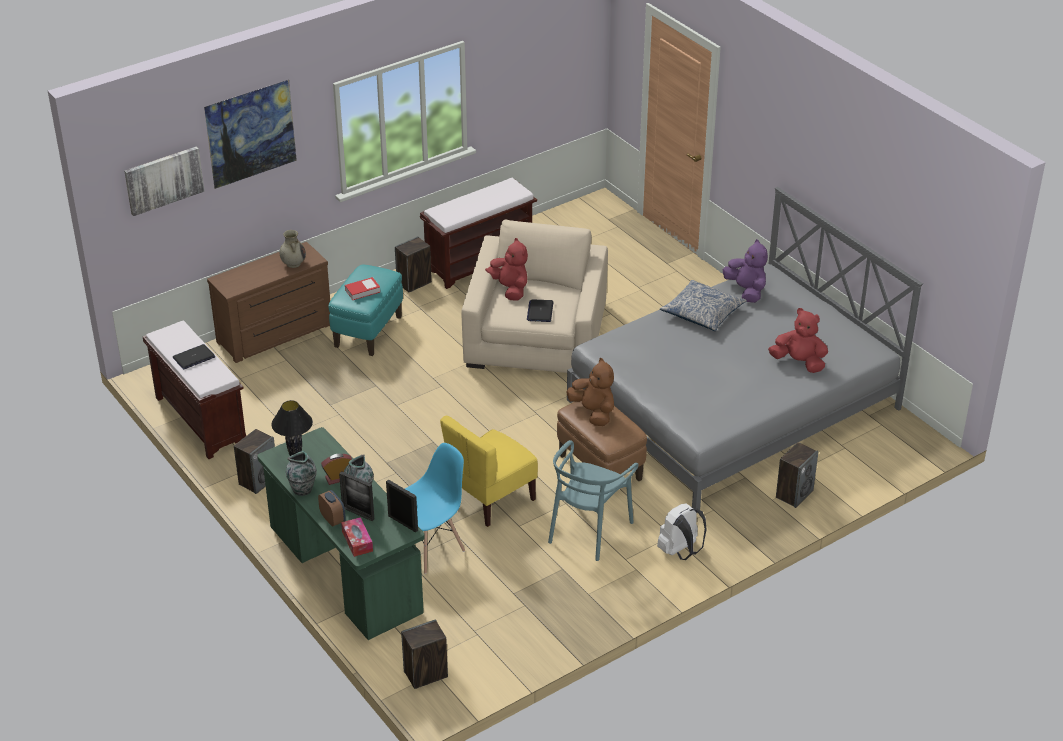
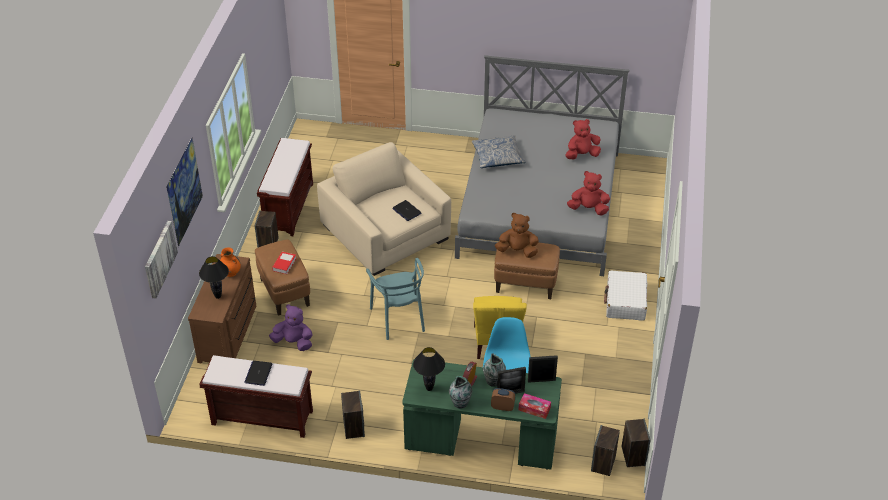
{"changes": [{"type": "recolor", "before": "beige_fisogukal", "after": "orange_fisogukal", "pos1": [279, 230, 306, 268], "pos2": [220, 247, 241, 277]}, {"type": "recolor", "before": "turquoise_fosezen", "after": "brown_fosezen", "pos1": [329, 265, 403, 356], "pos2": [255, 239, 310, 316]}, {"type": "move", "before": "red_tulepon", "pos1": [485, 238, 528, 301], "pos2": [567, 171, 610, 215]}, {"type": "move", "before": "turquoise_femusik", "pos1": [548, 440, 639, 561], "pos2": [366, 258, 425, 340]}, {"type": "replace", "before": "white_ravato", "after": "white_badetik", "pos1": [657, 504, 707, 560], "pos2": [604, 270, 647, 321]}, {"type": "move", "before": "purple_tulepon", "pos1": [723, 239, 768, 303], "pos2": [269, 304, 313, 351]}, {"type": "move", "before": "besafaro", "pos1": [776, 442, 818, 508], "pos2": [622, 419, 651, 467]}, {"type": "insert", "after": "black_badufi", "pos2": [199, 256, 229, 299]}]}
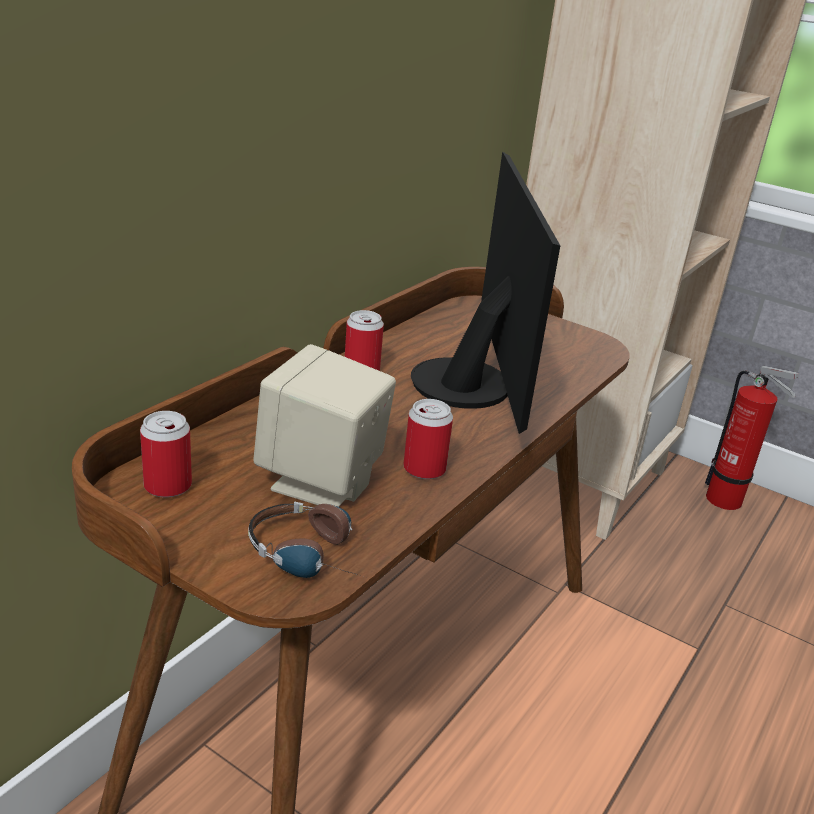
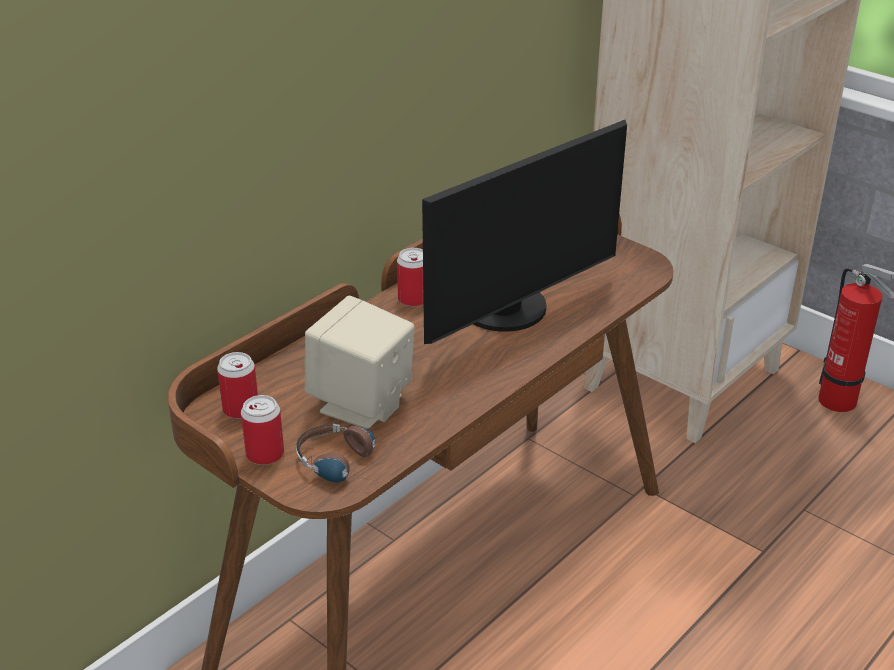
{"changes": [{"type": "move", "before": "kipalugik", "pos1": [403, 399, 453, 479], "pos2": [241, 395, 284, 465]}, {"type": "rotate", "before": "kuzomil", "pos1": [411, 152, 560, 434], "pos2": [422, 120, 627, 344], "turn": 45}]}
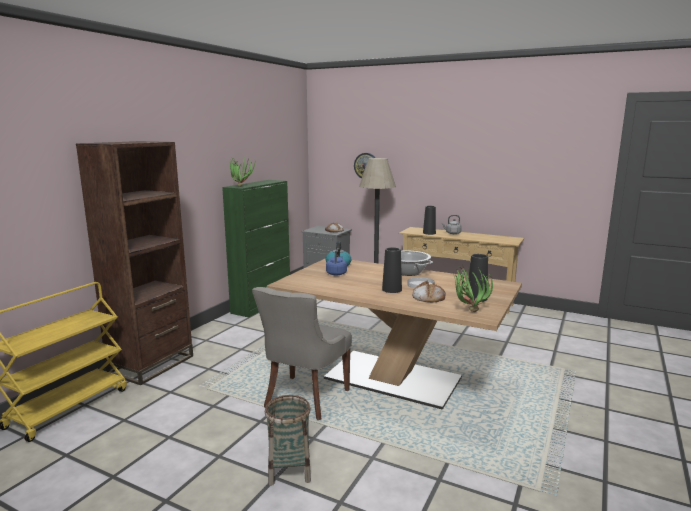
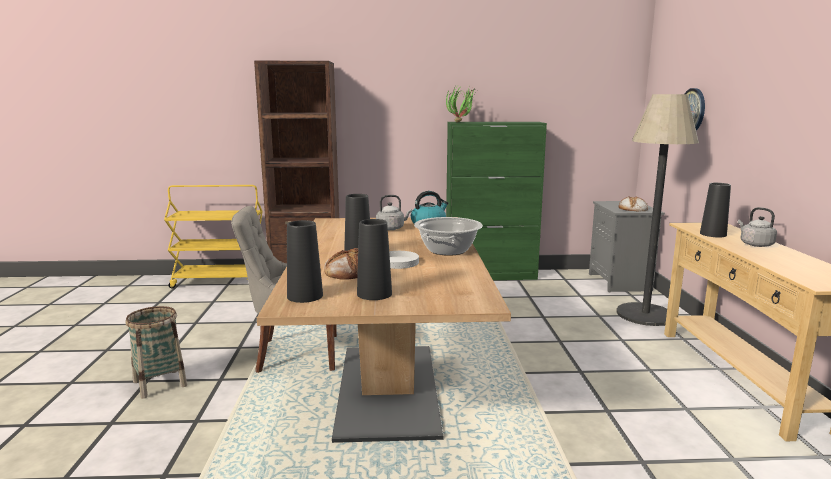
{"changes": [{"type": "recolor", "before": "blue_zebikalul", "after": "grey_zebikalul", "pos1": [326, 248, 347, 275], "pos2": [376, 195, 412, 230]}, {"type": "replace", "before": "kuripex", "after": "black_fisogukal", "pos1": [453, 264, 493, 312], "pos2": [287, 220, 323, 303]}]}
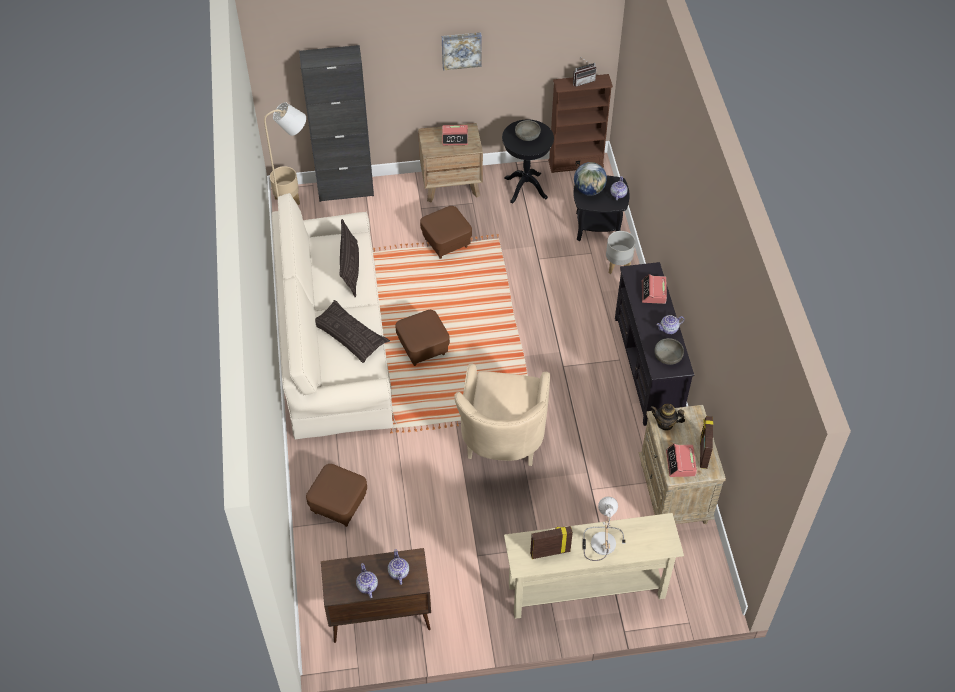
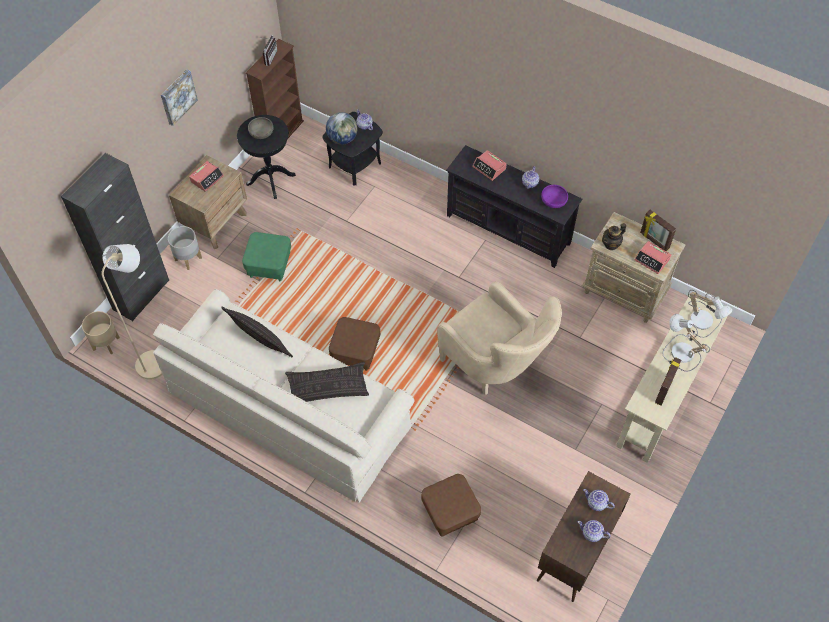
{"changes": [{"type": "recolor", "before": "brown_fosezen", "after": "green_fosezen", "pos1": [420, 206, 472, 259], "pos2": [242, 232, 291, 281]}, {"type": "move", "before": "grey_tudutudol", "pos1": [606, 231, 635, 274], "pos2": [168, 226, 202, 270]}, {"type": "recolor", "before": "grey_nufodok", "after": "purple_nufodok", "pos1": [654, 338, 684, 365], "pos2": [541, 185, 568, 208]}, {"type": "insert", "after": "badufi", "pos2": [688, 290, 732, 338]}]}
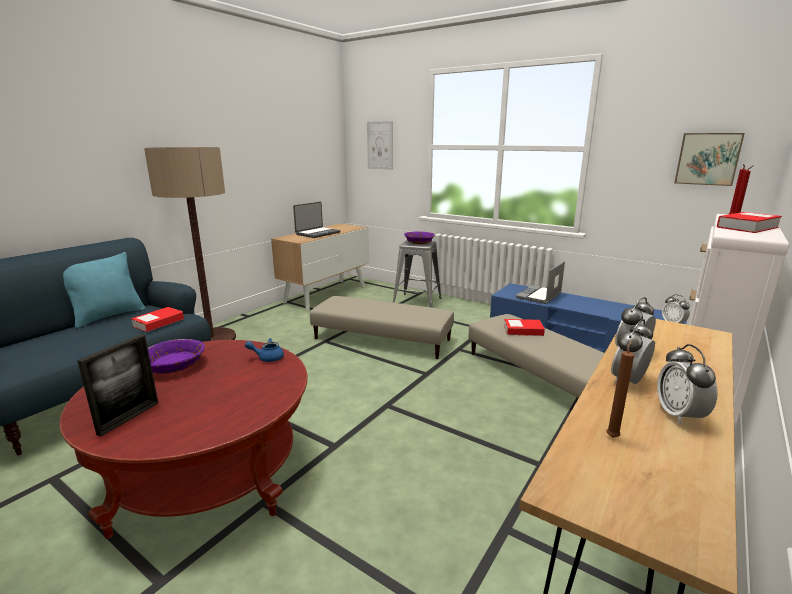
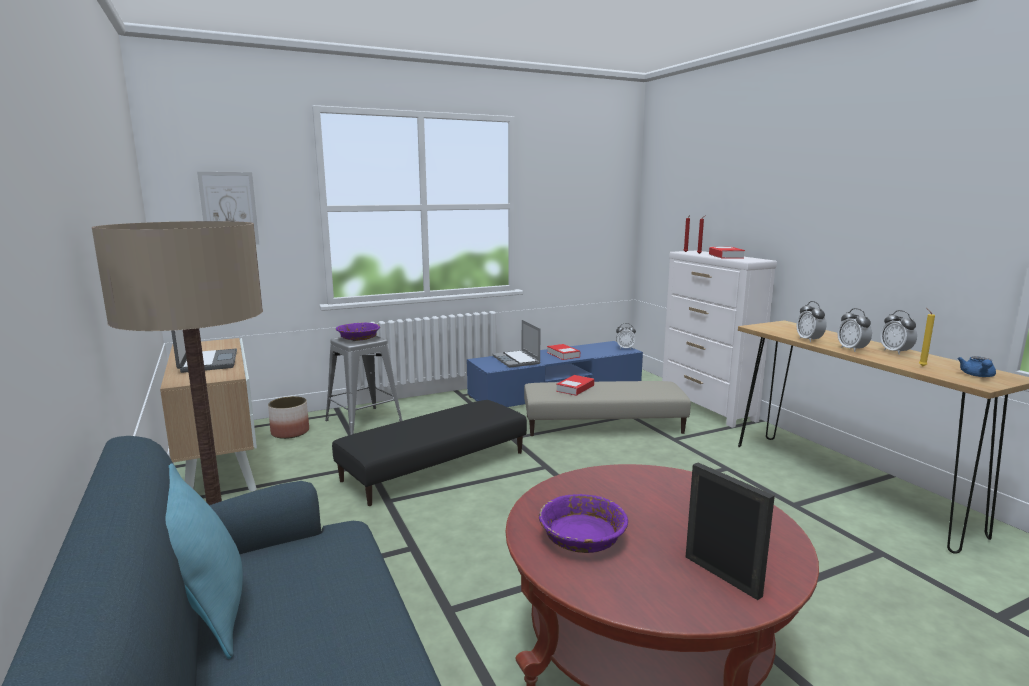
{"changes": [{"type": "move", "before": "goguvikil", "pos1": [131, 307, 184, 332], "pos2": [547, 344, 580, 360]}, {"type": "move", "before": "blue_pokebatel", "pos1": [245, 338, 284, 362], "pos2": [958, 356, 996, 377]}, {"type": "recolor", "before": "beige_fosezen", "after": "black_fosezen", "pos1": [310, 296, 454, 359], "pos2": [332, 400, 527, 506]}, {"type": "recolor", "before": "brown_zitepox", "after": "yellow_zitepox", "pos1": [607, 340, 634, 438], "pos2": [919, 308, 935, 367]}, {"type": "rotate", "before": "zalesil", "pos1": [657, 344, 718, 425], "pos2": [880, 310, 917, 355], "turn": 45}, {"type": "delete", "before": "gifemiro", "pos1": [674, 133, 745, 186]}, {"type": "insert", "after": "tudutudol", "pos2": [268, 396, 309, 439]}]}
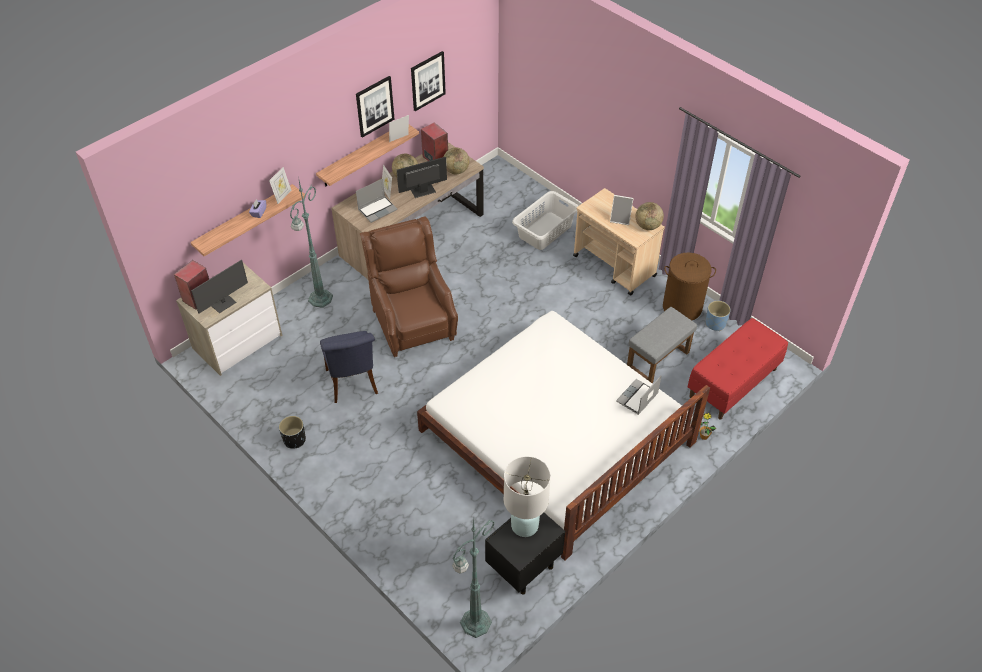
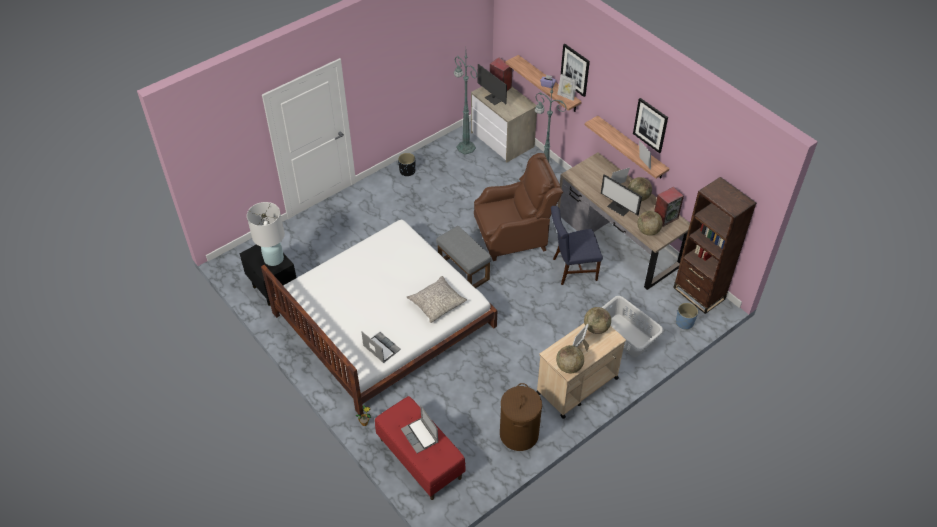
{"changes": [{"type": "move", "before": "blue_femusik", "pos1": [320, 331, 378, 403], "pos2": [551, 206, 603, 285]}, {"type": "move", "before": "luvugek", "pos1": [356, 179, 398, 223], "pos2": [401, 405, 438, 453]}, {"type": "rotate", "before": "kuzomil", "pos1": [397, 157, 447, 198], "pos2": [601, 174, 642, 216], "turn": 150}, {"type": "move", "before": "gifemiro", "pos1": [411, 51, 446, 111], "pos2": [560, 44, 590, 97]}, {"type": "move", "before": "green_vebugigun", "pos1": [452, 518, 495, 638], "pos2": [454, 52, 477, 155]}, {"type": "move", "before": "grey_fosezen", "pos1": [627, 307, 697, 384], "pos2": [436, 226, 492, 288]}, {"type": "move", "before": "blue_tudutudol", "pos1": [706, 301, 731, 331], "pos2": [676, 303, 698, 330]}, {"type": "insert", "after": "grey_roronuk", "pos2": [406, 276, 467, 323]}, {"type": "insert", "after": "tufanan", "pos2": [584, 307, 611, 334]}, {"type": "insert", "after": "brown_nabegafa", "pos2": [673, 177, 756, 314]}]}
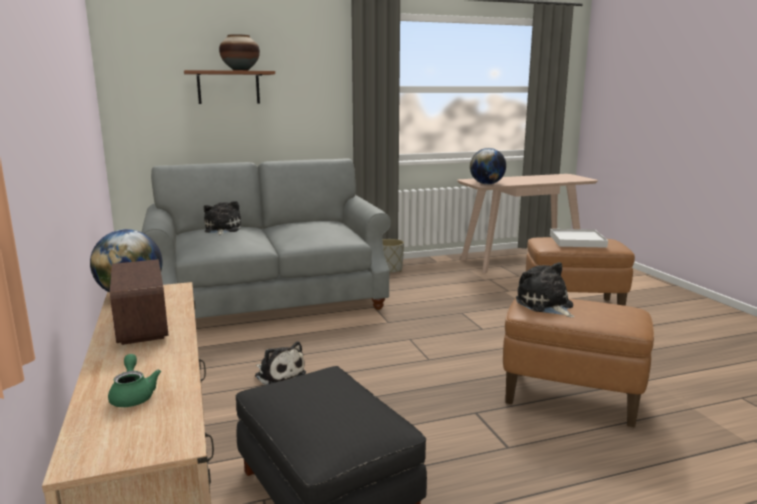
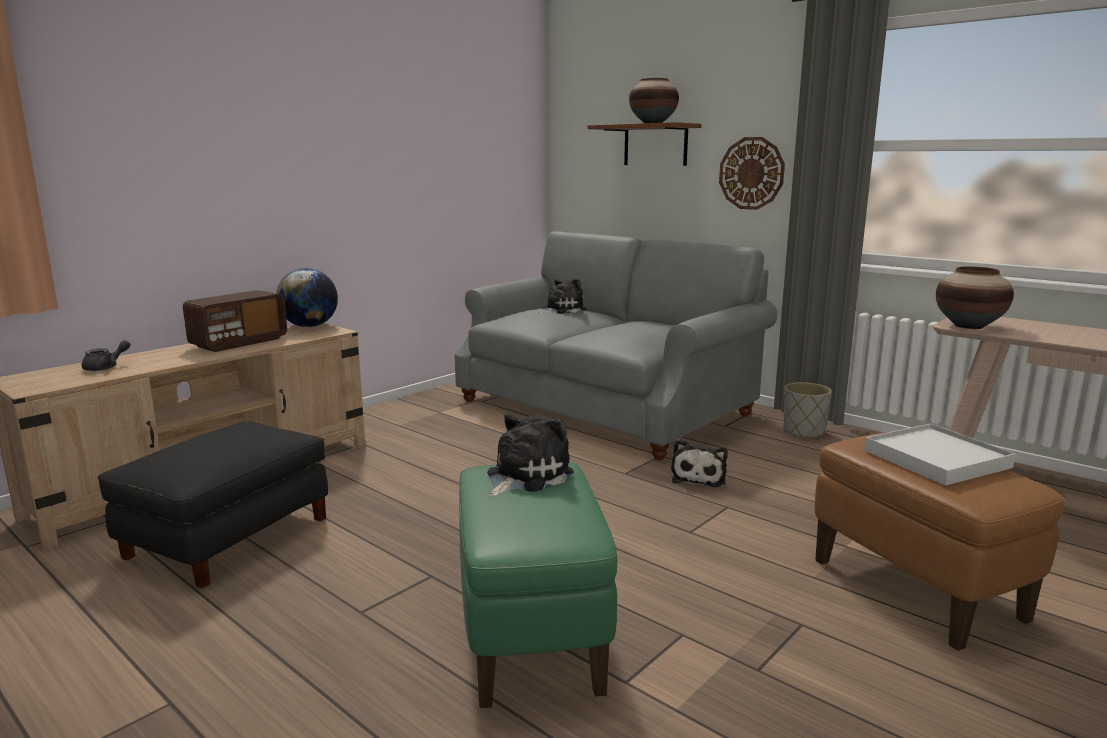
{"changes": [{"type": "recolor", "before": "green_pokebatel", "after": "grey_pokebatel", "pos1": [108, 354, 161, 407], "pos2": [82, 340, 131, 371]}, {"type": "move", "before": "tulepon", "pos1": [255, 341, 306, 385], "pos2": [671, 439, 728, 487]}, {"type": "replace", "before": "tufanan", "after": "fisogukal", "pos1": [470, 148, 506, 185], "pos2": [936, 267, 1014, 329]}, {"type": "recolor", "before": "brown_fosezen", "after": "green_fosezen", "pos1": [503, 298, 654, 428], "pos2": [459, 462, 617, 708]}, {"type": "insert", "after": "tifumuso", "pos2": [719, 137, 785, 210]}]}
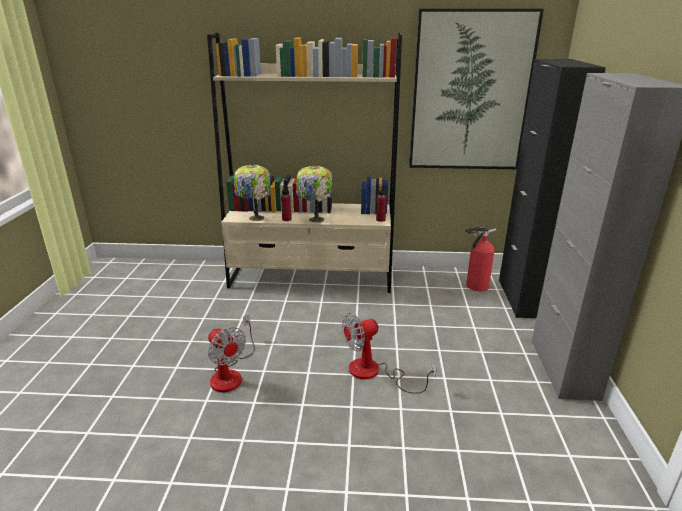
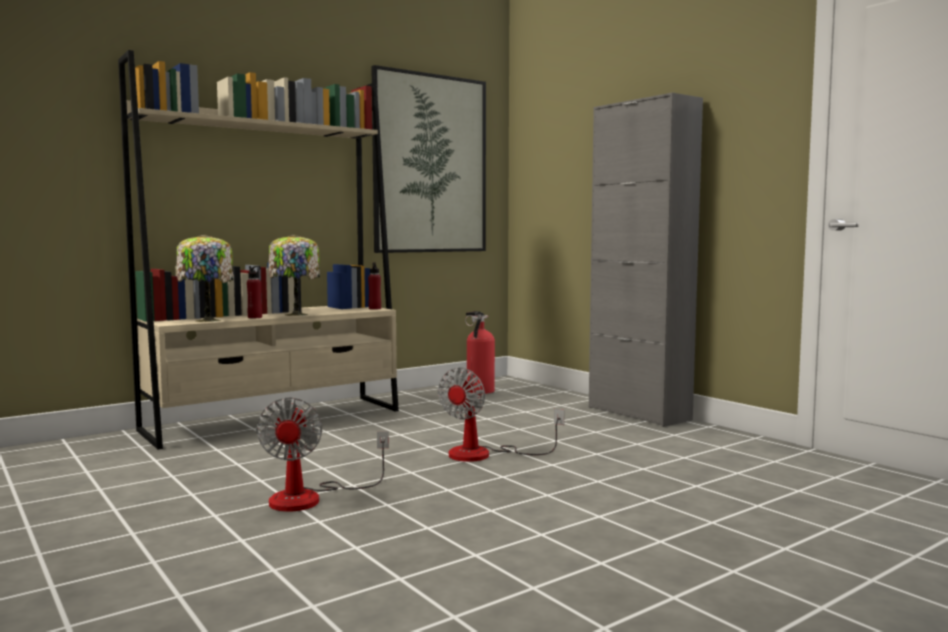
{"changes": [{"type": "rotate", "before": "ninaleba", "pos1": [208, 314, 255, 392], "pos2": [256, 397, 389, 512], "turn": 75}, {"type": "delete", "before": "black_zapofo", "pos1": [499, 59, 606, 318]}]}
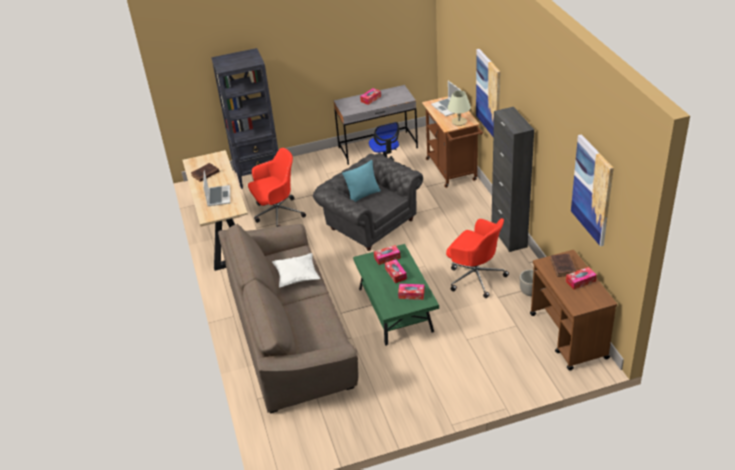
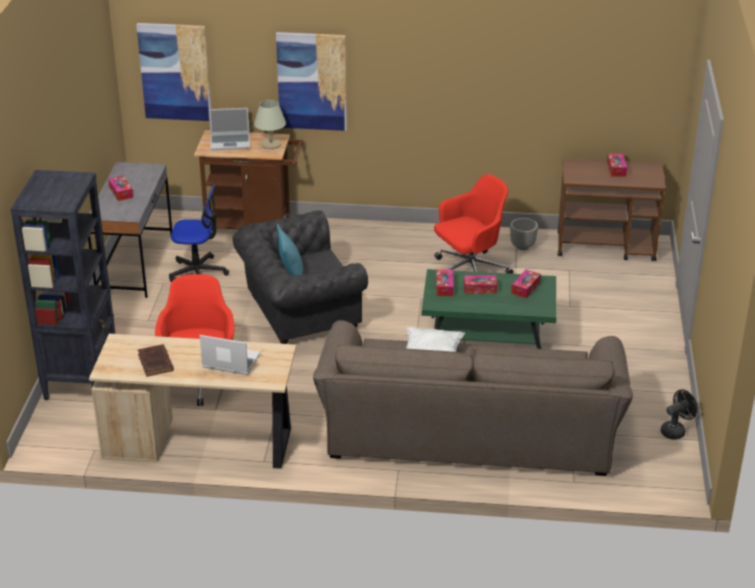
{"changes": [{"type": "delete", "before": "black_zapofo", "pos1": [491, 107, 534, 252]}, {"type": "delete", "before": "brown_goguvikil", "pos1": [550, 253, 576, 277]}, {"type": "move", "before": "gifemiro", "pos1": [571, 134, 614, 247], "pos2": [136, 23, 211, 121]}, {"type": "insert", "after": "black_ninaleba", "pos2": [661, 389, 698, 439]}]}
